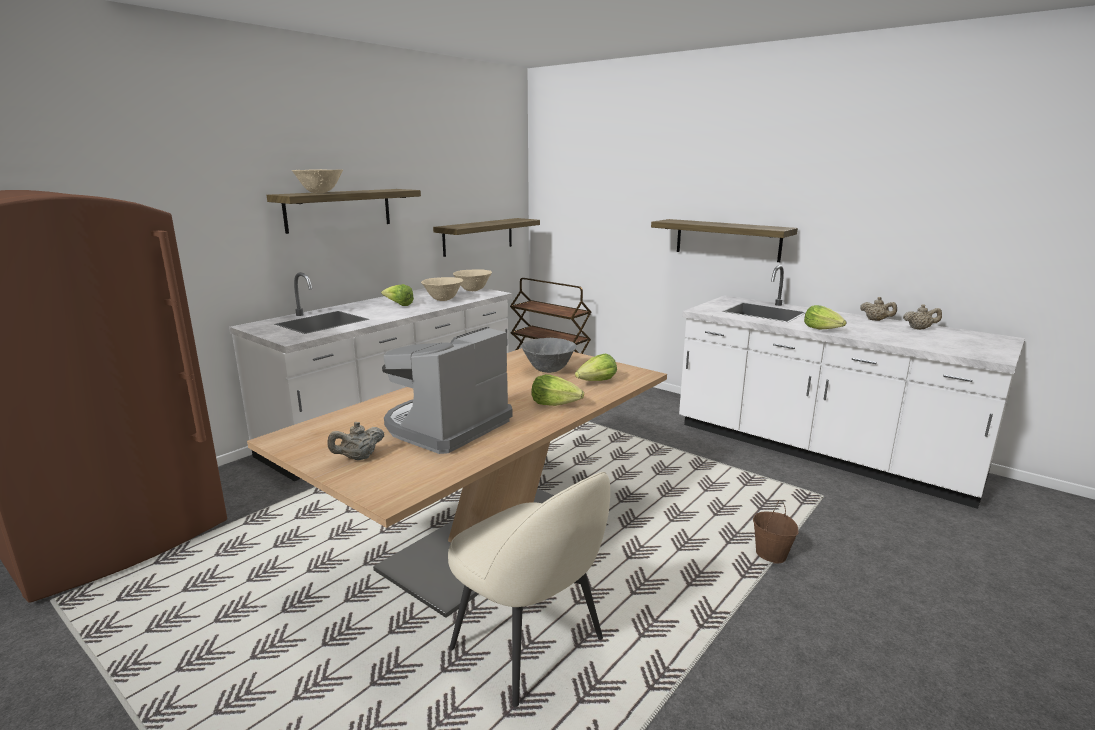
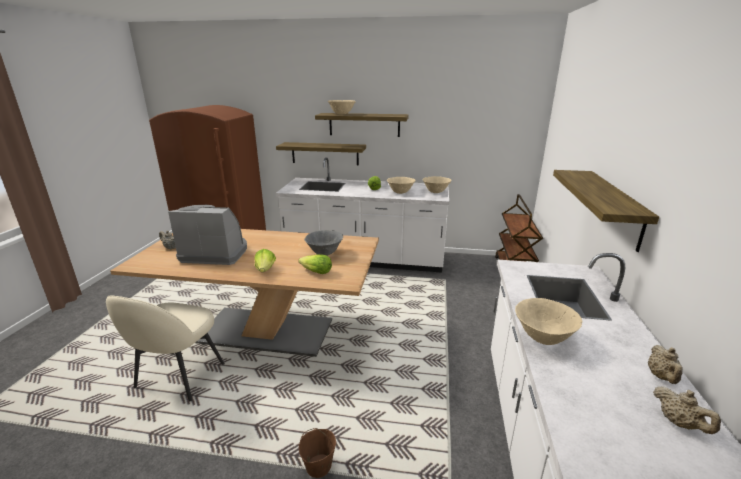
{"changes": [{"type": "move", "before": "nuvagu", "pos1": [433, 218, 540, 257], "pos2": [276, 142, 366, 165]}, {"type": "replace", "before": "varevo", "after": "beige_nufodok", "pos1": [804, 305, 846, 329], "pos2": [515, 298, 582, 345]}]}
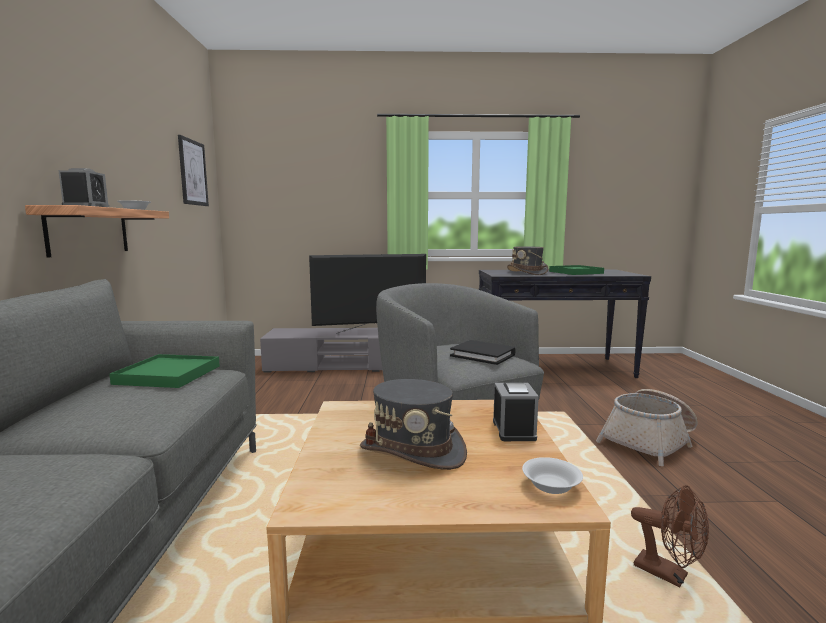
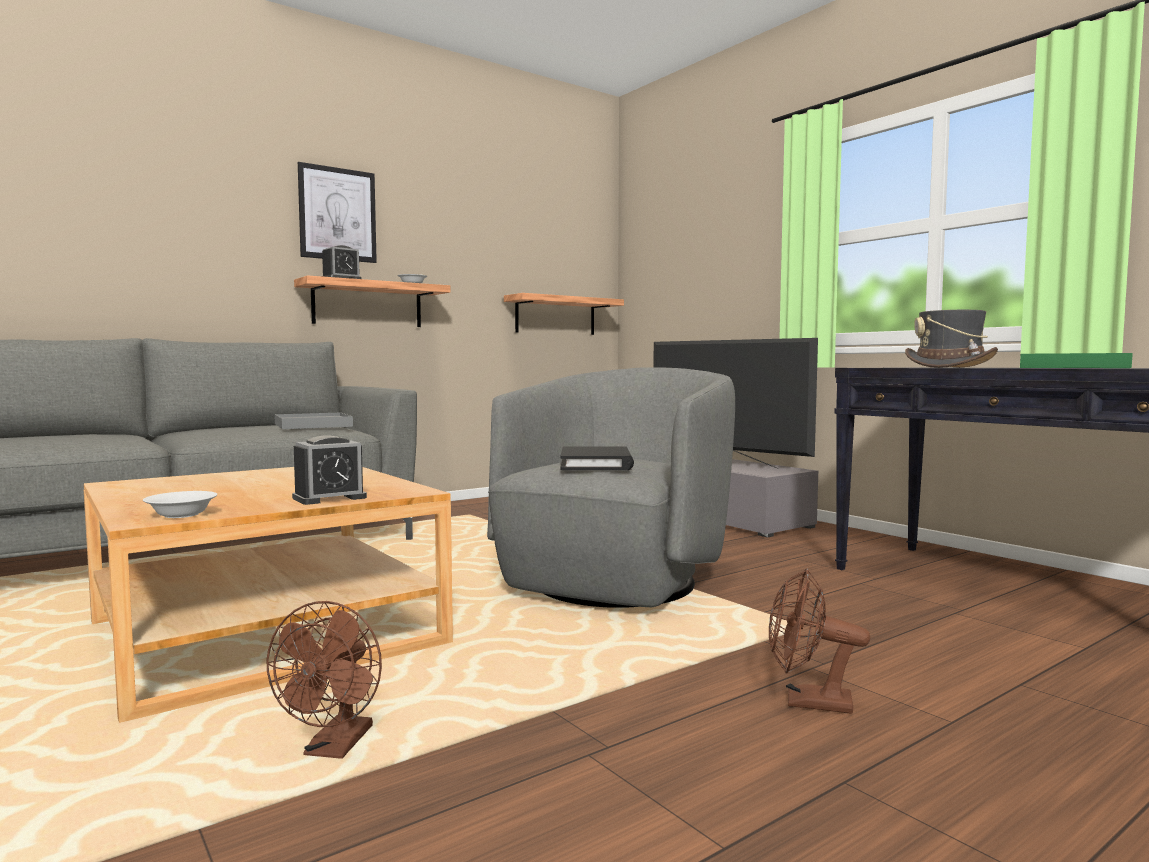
{"changes": [{"type": "recolor", "before": "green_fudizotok", "after": "grey_fudizotok", "pos1": [109, 354, 220, 388], "pos2": [274, 413, 353, 429]}, {"type": "move", "before": "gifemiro", "pos1": [178, 135, 209, 206], "pos2": [298, 162, 377, 263]}, {"type": "delete", "before": "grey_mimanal", "pos1": [360, 379, 467, 470]}, {"type": "replace", "before": "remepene", "after": "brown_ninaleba", "pos1": [596, 389, 698, 466], "pos2": [769, 568, 870, 714]}, {"type": "insert", "after": "nuvagu", "pos2": [504, 293, 624, 335]}]}
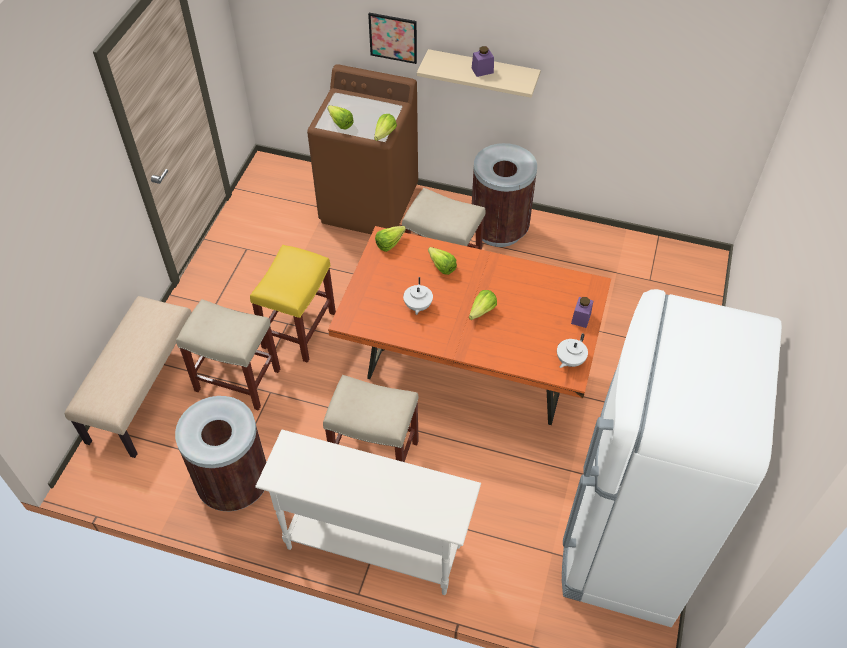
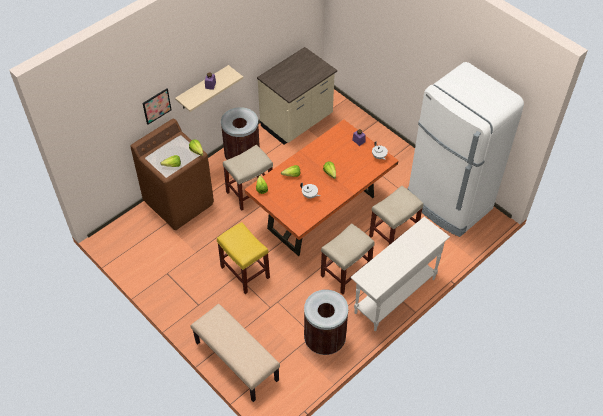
{"changes": [{"type": "move", "before": "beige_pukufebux", "pos1": [176, 299, 280, 411], "pos2": [369, 186, 424, 245]}, {"type": "insert", "after": "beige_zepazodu", "pos2": [257, 47, 337, 145]}]}
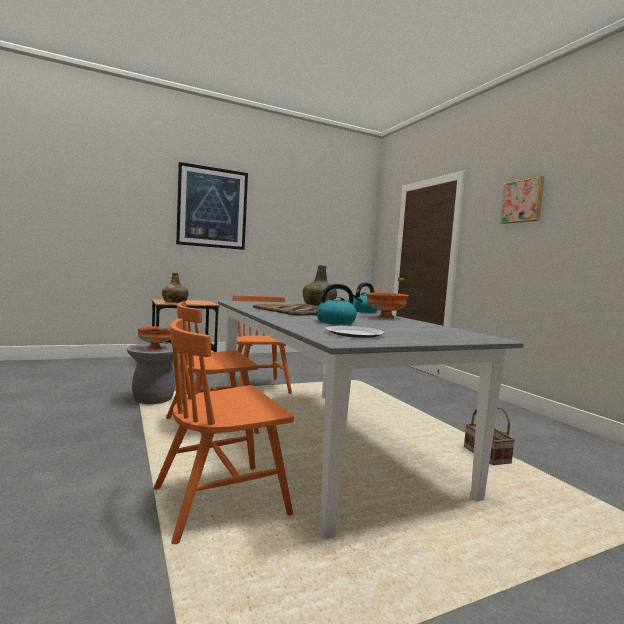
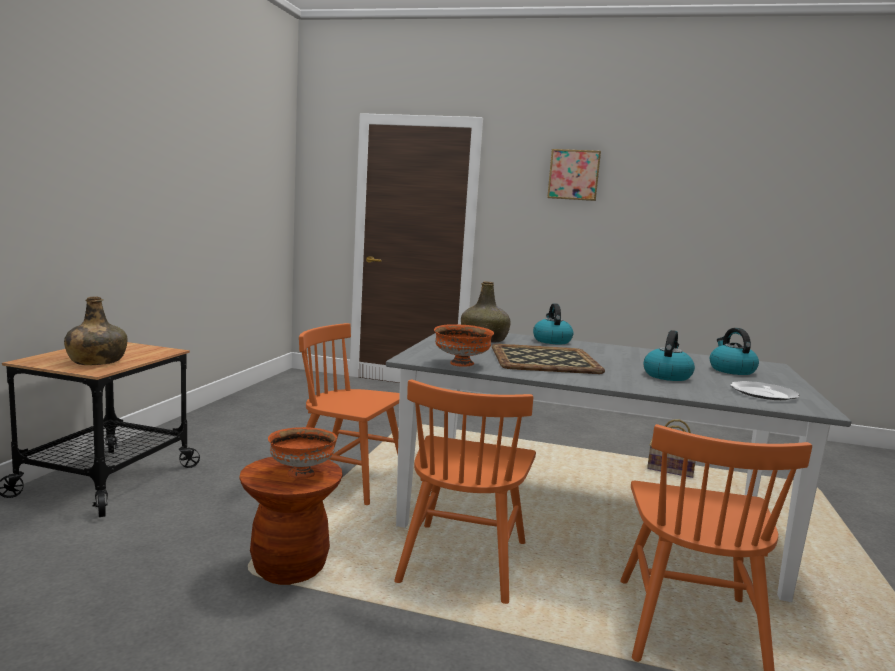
{"changes": [{"type": "recolor", "before": "grey_pukufebux", "after": "brown_pukufebux", "pos1": [127, 343, 180, 404], "pos2": [239, 457, 343, 585]}, {"type": "delete", "before": "gifemiro", "pos1": [176, 162, 248, 250]}, {"type": "move", "before": "orange_nufodok", "pos1": [366, 292, 409, 318], "pos2": [434, 324, 494, 367]}, {"type": "insert", "after": "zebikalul", "pos2": [710, 328, 759, 375]}]}
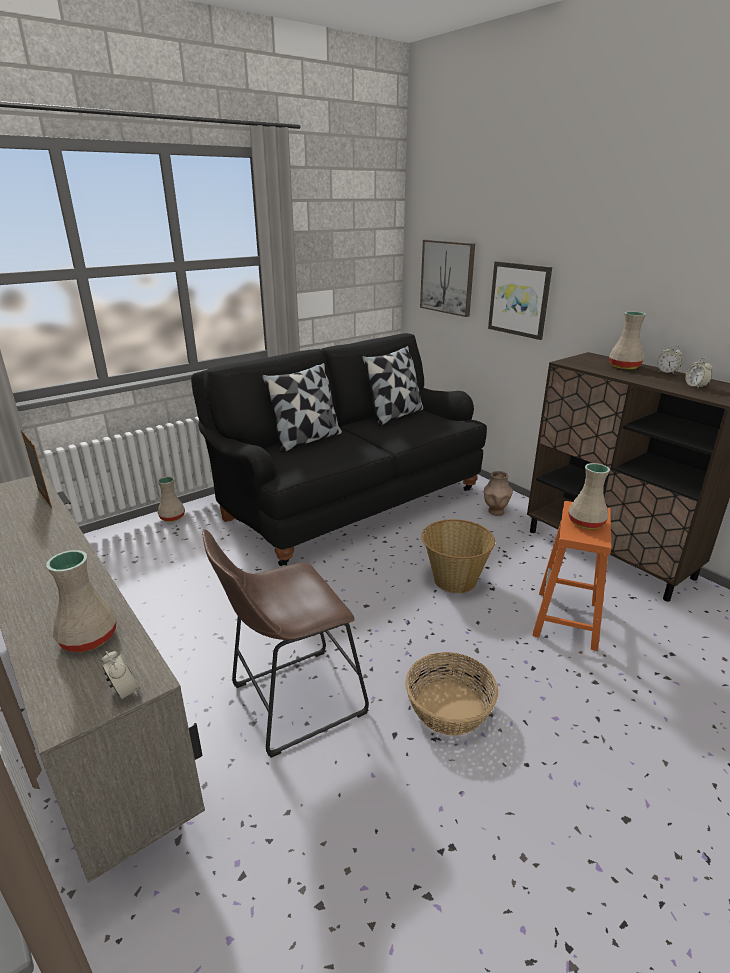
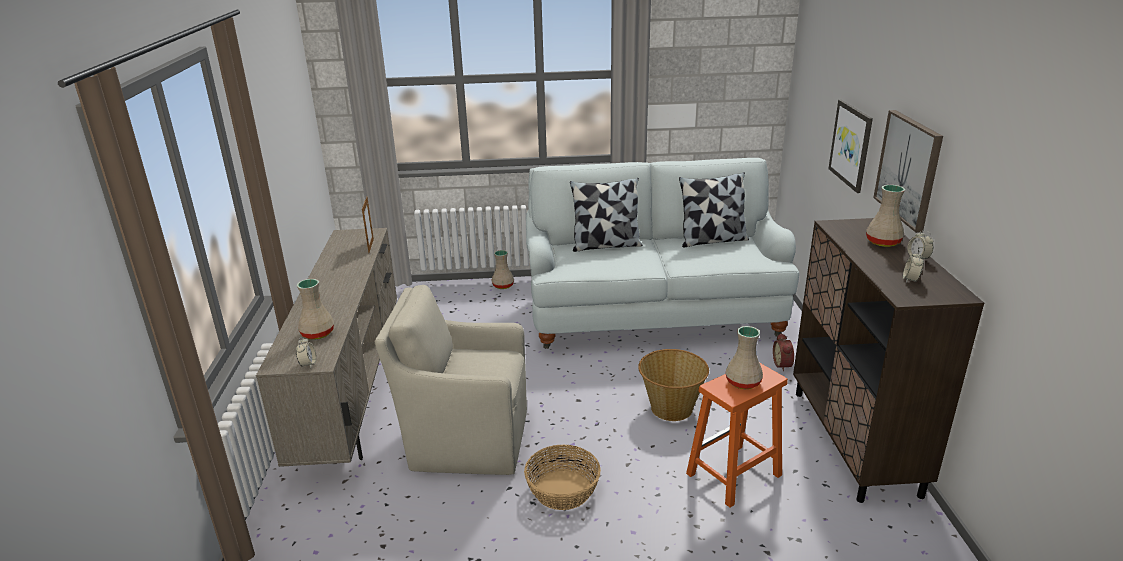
{"changes": [{"type": "recolor", "before": "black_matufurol", "after": "white_matufurol", "pos1": [191, 333, 487, 566], "pos2": [526, 158, 799, 349]}, {"type": "replace", "before": "brown_pukufebux", "after": "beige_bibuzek", "pos1": [202, 529, 369, 758], "pos2": [375, 285, 527, 475]}, {"type": "move", "before": "gifemiro", "pos1": [420, 240, 475, 317], "pos2": [873, 110, 943, 233]}, {"type": "replace", "before": "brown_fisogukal", "after": "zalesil", "pos1": [484, 471, 513, 516], "pos2": [773, 333, 794, 371]}]}
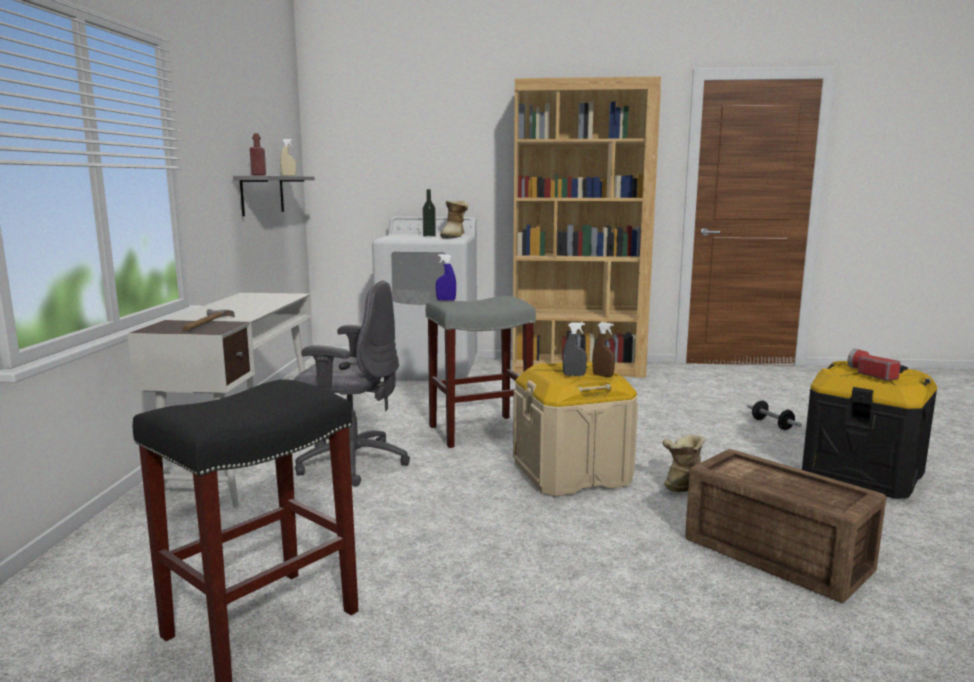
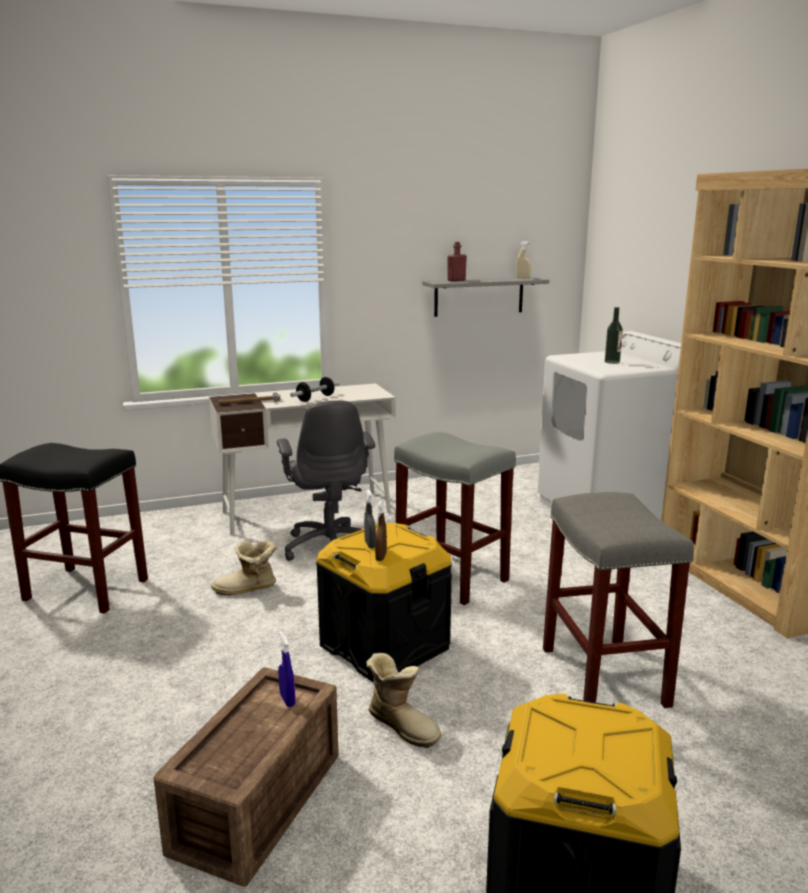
{"changes": [{"type": "move", "before": "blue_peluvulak", "pos1": [436, 254, 456, 301], "pos2": [278, 631, 295, 707]}, {"type": "move", "before": "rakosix", "pos1": [440, 200, 468, 239], "pos2": [211, 540, 277, 595]}, {"type": "recolor", "before": "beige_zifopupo", "after": "black_zifopupo", "pos1": [513, 362, 638, 496], "pos2": [316, 523, 452, 682]}, {"type": "move", "before": "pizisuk", "pos1": [747, 401, 802, 430], "pos2": [290, 377, 339, 402]}, {"type": "delete", "before": "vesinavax", "pos1": [848, 349, 908, 381]}, {"type": "insert", "after": "grey_pukufebux", "pos2": [543, 492, 694, 708]}]}
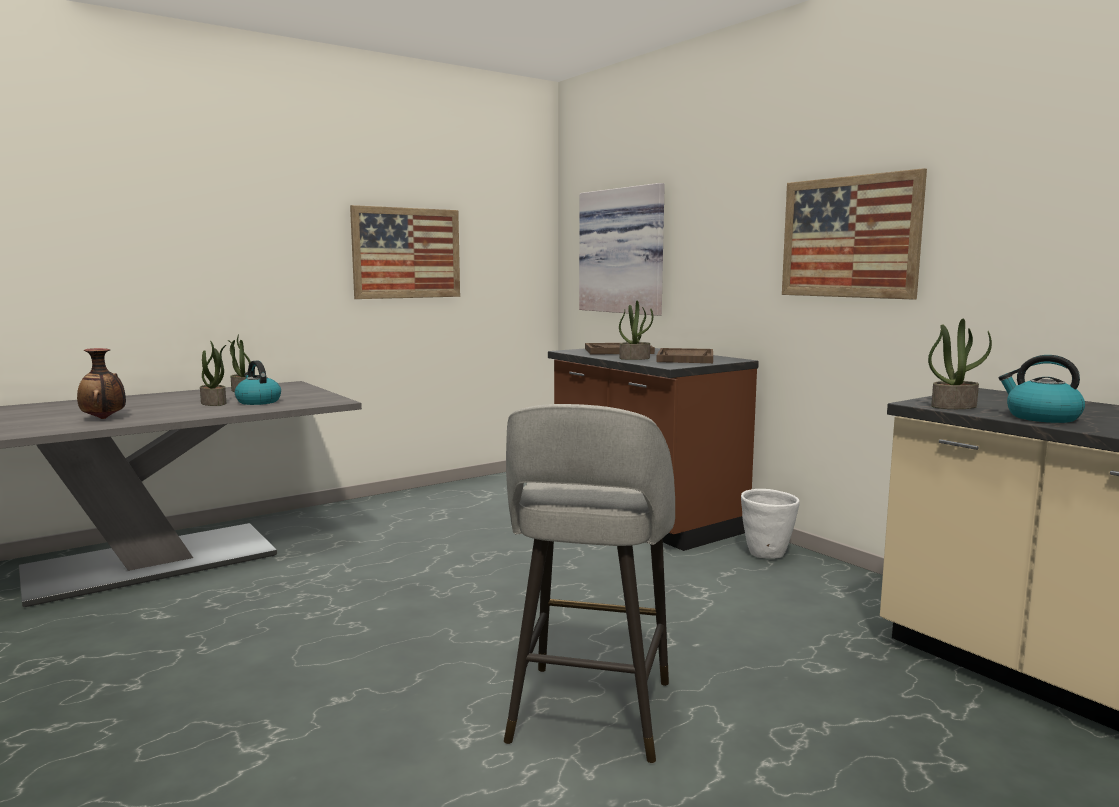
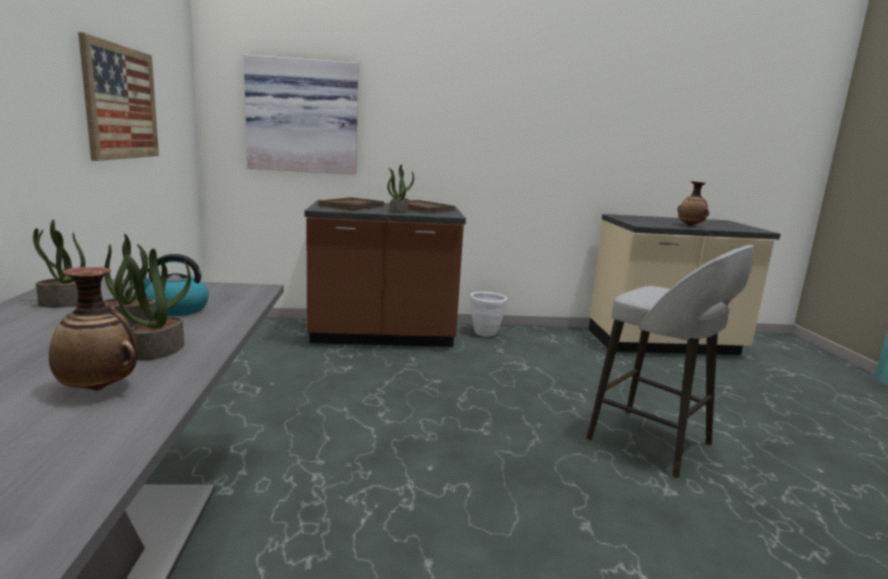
{"changes": [{"type": "delete", "before": "gifemiro", "pos1": [782, 168, 927, 300]}, {"type": "move", "before": "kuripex", "pos1": [928, 319, 992, 409], "pos2": [118, 249, 191, 361]}, {"type": "replace", "before": "zebikalul", "after": "fisogukal", "pos1": [999, 355, 1085, 423], "pos2": [677, 181, 709, 226]}]}
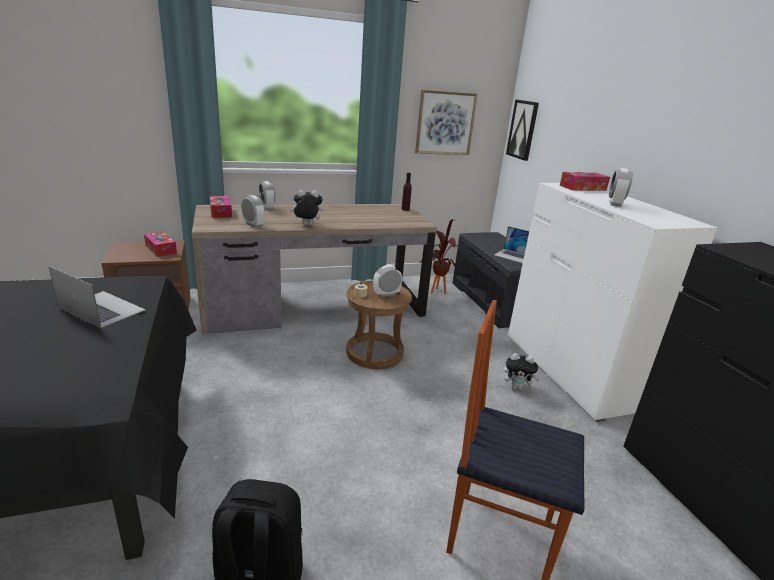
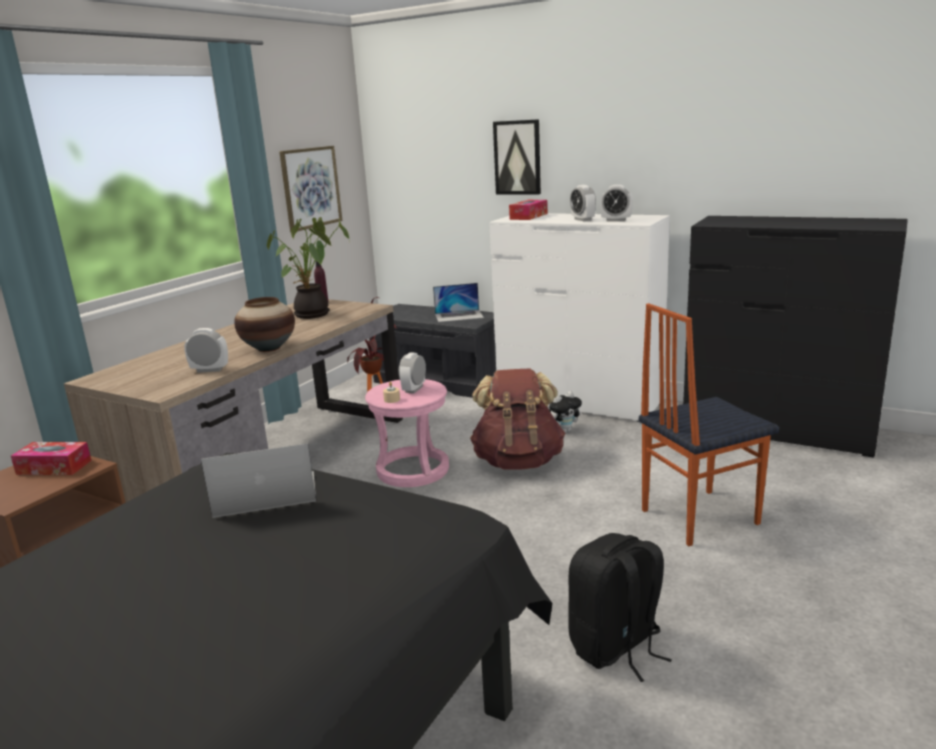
{"changes": [{"type": "delete", "before": "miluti", "pos1": [210, 196, 232, 218]}, {"type": "move", "before": "zalesil", "pos1": [259, 181, 275, 210], "pos2": [600, 185, 633, 222]}, {"type": "replace", "before": "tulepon", "after": "fisogukal", "pos1": [289, 190, 323, 225], "pos2": [234, 297, 295, 352]}, {"type": "recolor", "before": "brown_pukufebux", "after": "pink_pukufebux", "pos1": [346, 281, 412, 369], "pos2": [365, 379, 449, 487]}, {"type": "move", "before": "gifemiro", "pos1": [506, 100, 539, 161], "pos2": [493, 119, 541, 195]}, {"type": "insert", "after": "kuripex", "pos2": [267, 217, 350, 319]}, {"type": "insert", "after": "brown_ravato", "pos2": [470, 369, 565, 470]}]}
